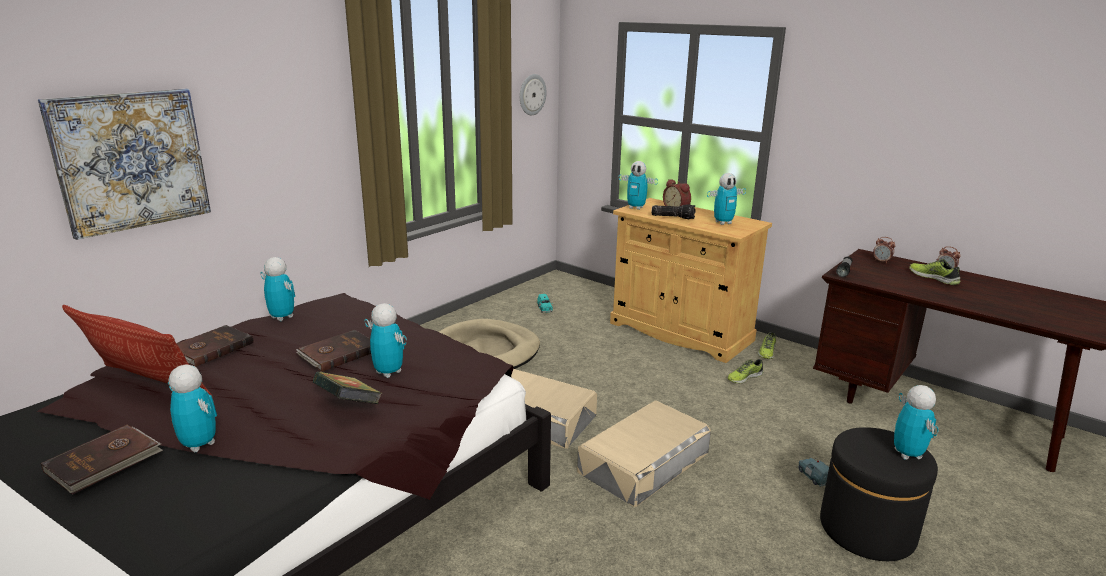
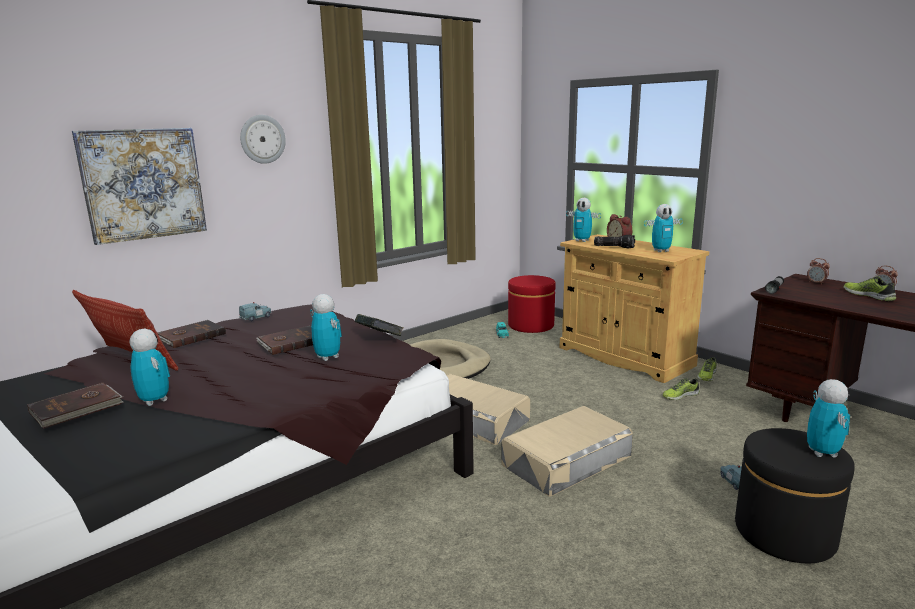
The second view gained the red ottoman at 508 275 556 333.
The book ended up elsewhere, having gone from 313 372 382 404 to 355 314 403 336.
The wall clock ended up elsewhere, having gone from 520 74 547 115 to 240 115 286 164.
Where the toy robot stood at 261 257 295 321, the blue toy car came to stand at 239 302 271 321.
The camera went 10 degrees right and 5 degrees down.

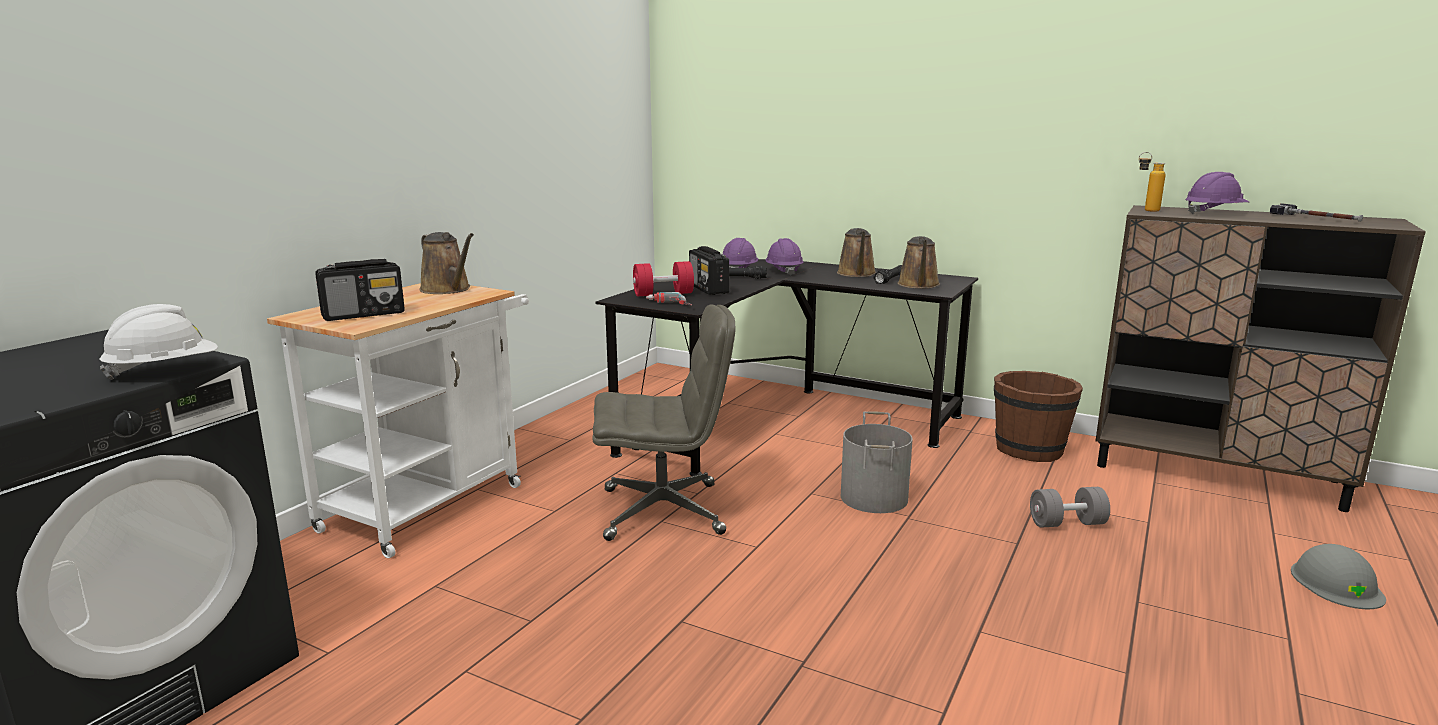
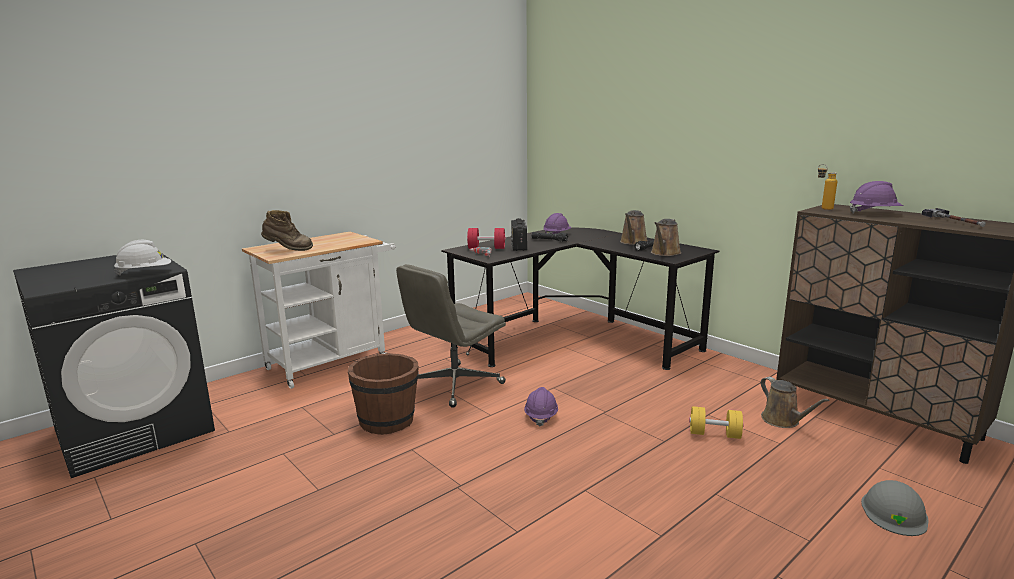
The second view lost the grey bucket at 841 411 913 513.
The brown watering can ended up elsewhere, having gone from 419 232 474 294 to 761 377 830 428.
The purple hard hat ended up elsewhere, having gone from 765 238 803 276 to 524 387 558 426.
The brown bucket ended up elsewhere, having gone from 994 371 1083 462 to 348 353 419 435.
Where the radio stood at 315 259 405 321, the brown boot came to stand at 261 210 313 251.
What was the grey dumbbell at 1030 487 1110 528 turned into the yellow dumbbell at 689 406 743 439.
The grey office chair at 592 304 735 541 ended up facing another way, 120 degrees clockwise from before.
The camera went 20 degrees right and 0 degrees up.

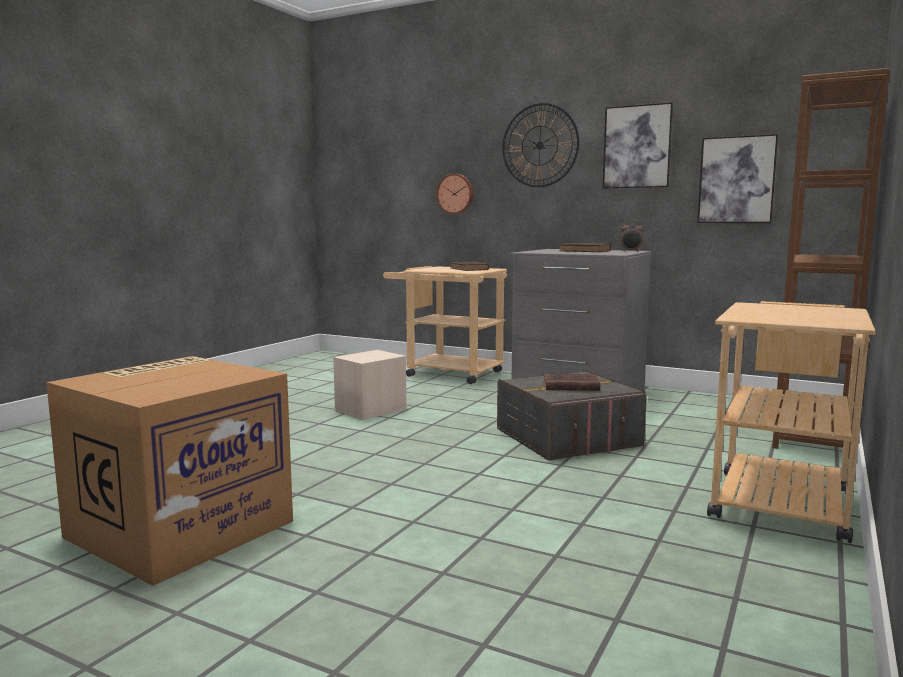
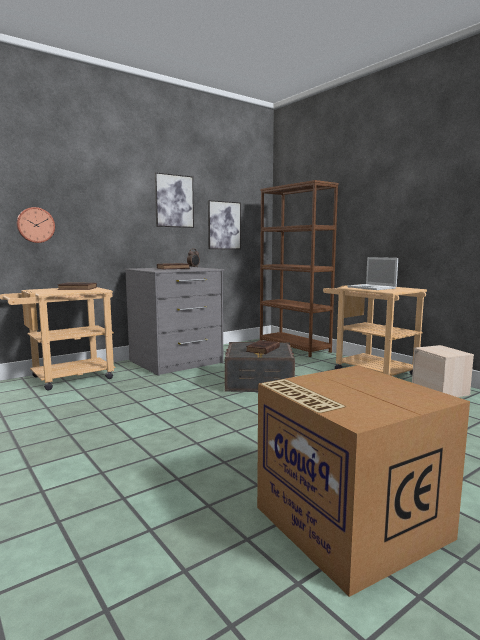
The second view lost the wall clock at 502 103 579 187.
The second view gained the laptop at 347 257 398 290.
The beige storage box ended up elsewhere, having gone from 333 350 407 420 to 412 345 474 397.
The camera went 65 degrees left and 0 degrees up.

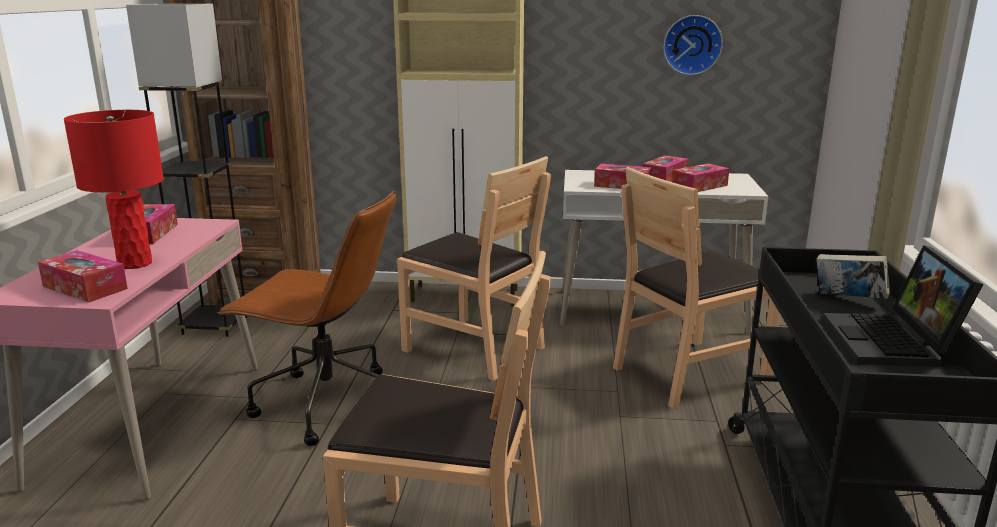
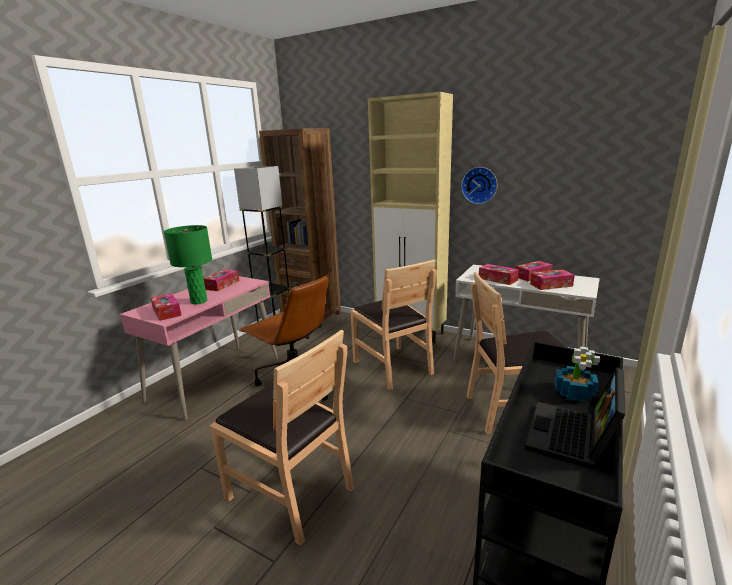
The wall clock ended up elsewhere, having gone from 663 15 723 75 to 461 167 497 204.
Where the book stood at 816 254 890 299, the potted plant came to stand at 555 346 600 402.
What was the red table lamp at 64 110 164 269 turned into the green table lamp at 164 225 212 304.
The camera went 25 degrees right and 0 degrees up.

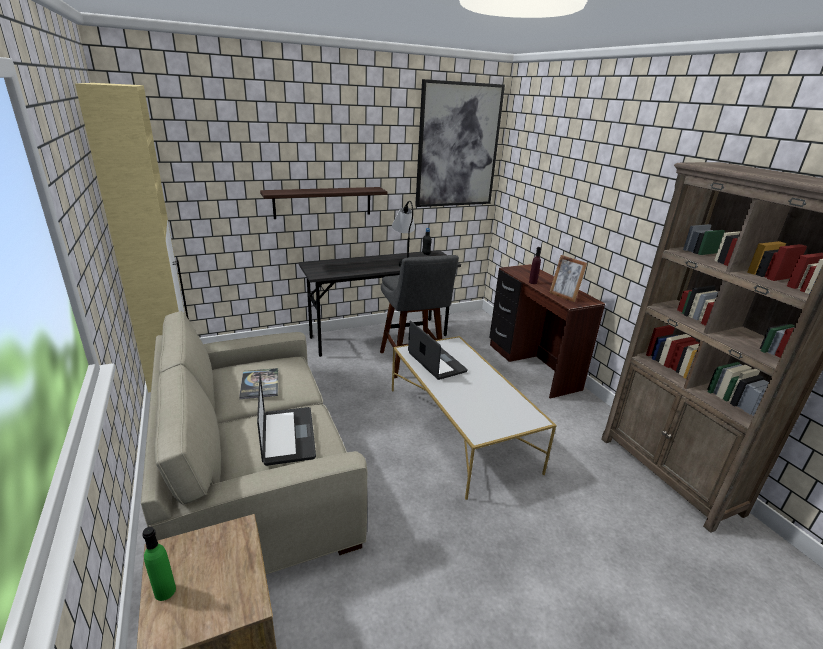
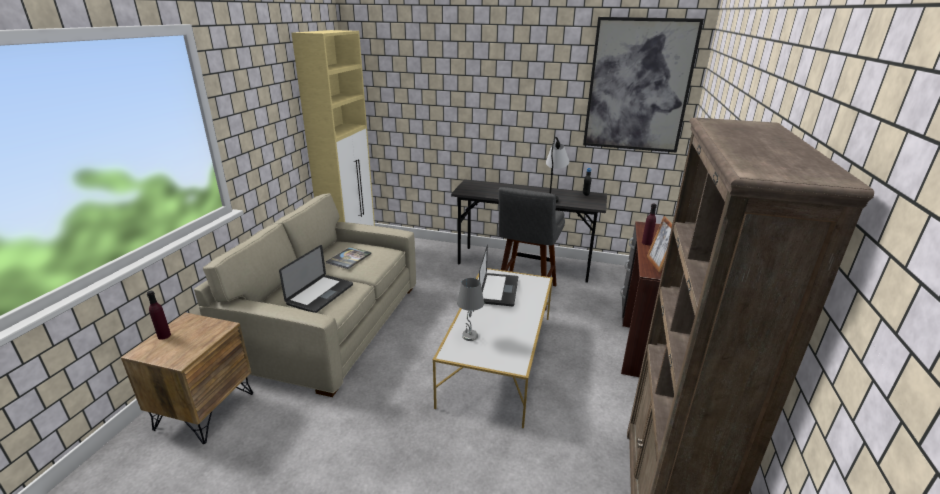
The second view lost the shelf at 260 187 388 219.
The second view gained the grey table lamp at 457 278 484 341.
What was the green bottle at 142 527 176 601 turned into the purple bottle at 147 291 171 340.
The camera went 40 degrees right and 0 degrees up.

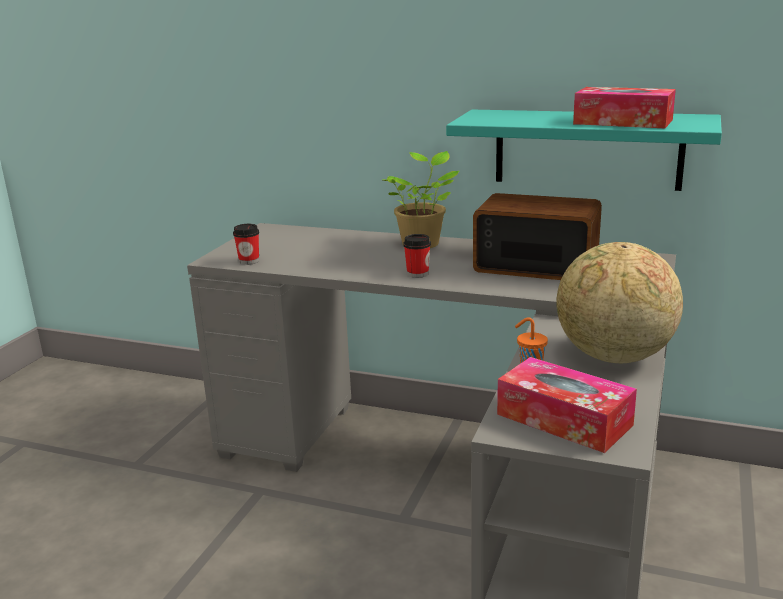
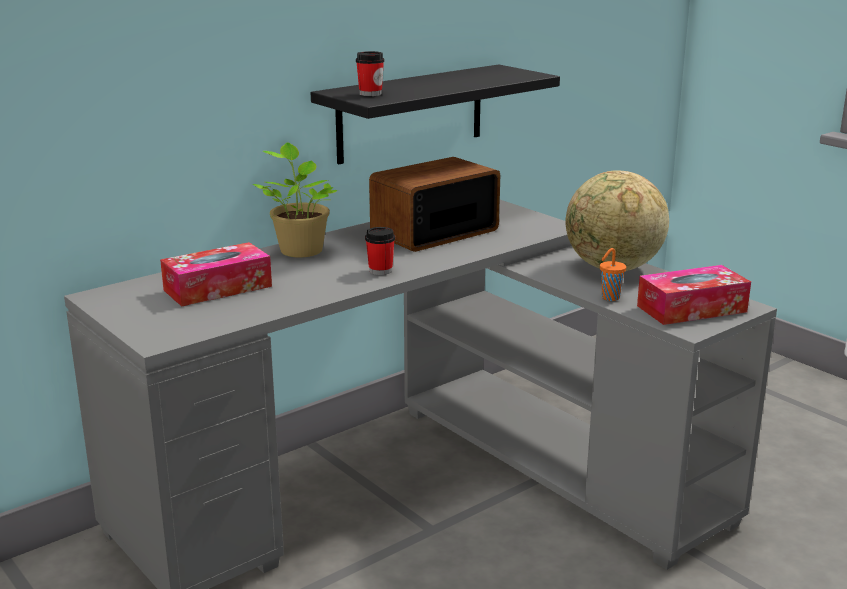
The cup ended up elsewhere, having gone from 233 224 259 265 to 356 51 384 96.
The tissue box ended up elsewhere, having gone from 573 87 676 128 to 160 242 272 307.
What was the turquoise shelf at 446 110 722 191 turned into the black shelf at 311 64 560 164.
The camera went 60 degrees left and 0 degrees up.

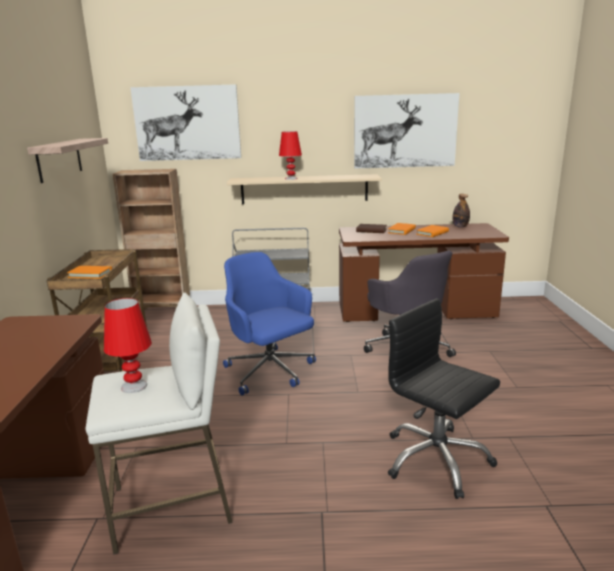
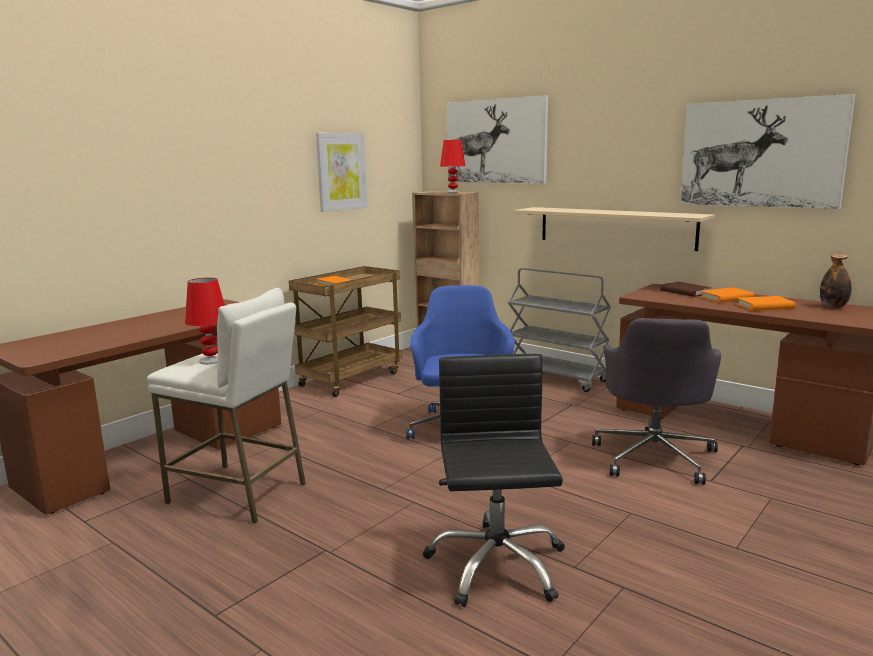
The red table lamp ended up elsewhere, having gone from 279 131 302 180 to 440 140 465 193.
Where the shelf hung at 27 138 108 183, the picture came to hang at 316 133 367 212.
The camera went 40 degrees right and 5 degrees down.

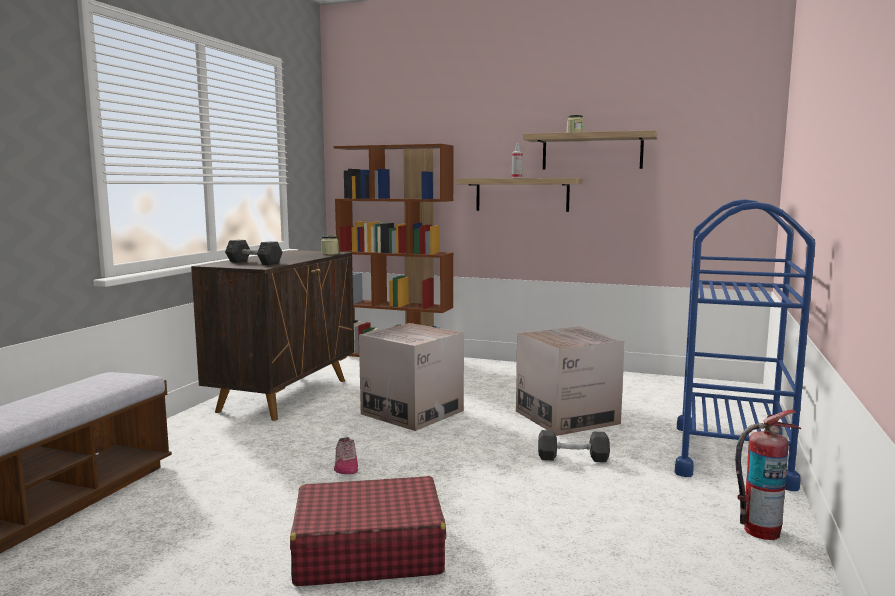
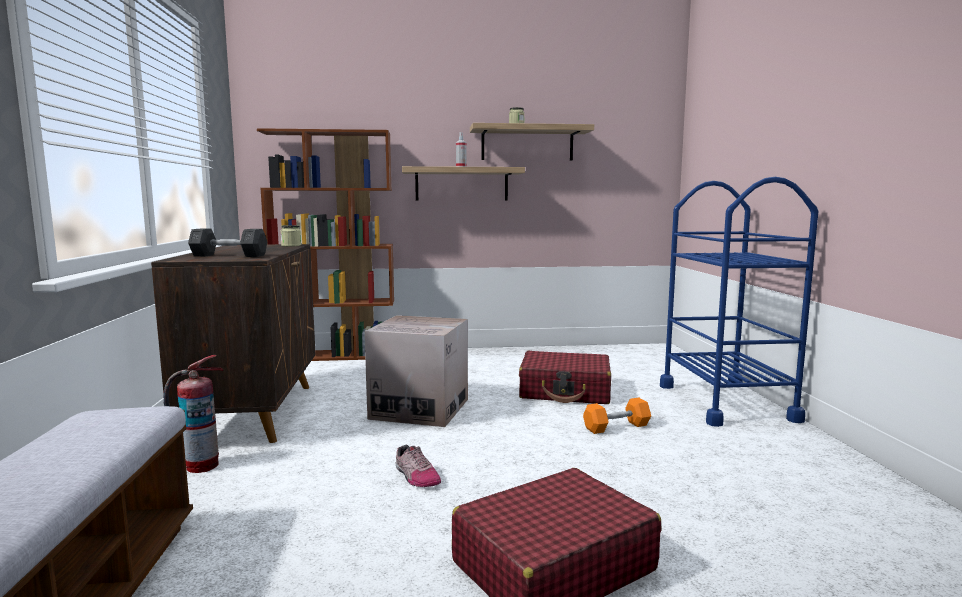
The fire extinguisher ended up elsewhere, having gone from 735 410 801 540 to 163 355 224 473.
Where the cardboard box stood at 516 326 625 436, the red suitcase came to stand at 519 351 611 404.
What was the grey dumbbell at 538 430 610 462 turned into the orange dumbbell at 583 398 651 434.
The camera went 25 degrees left and 0 degrees up.

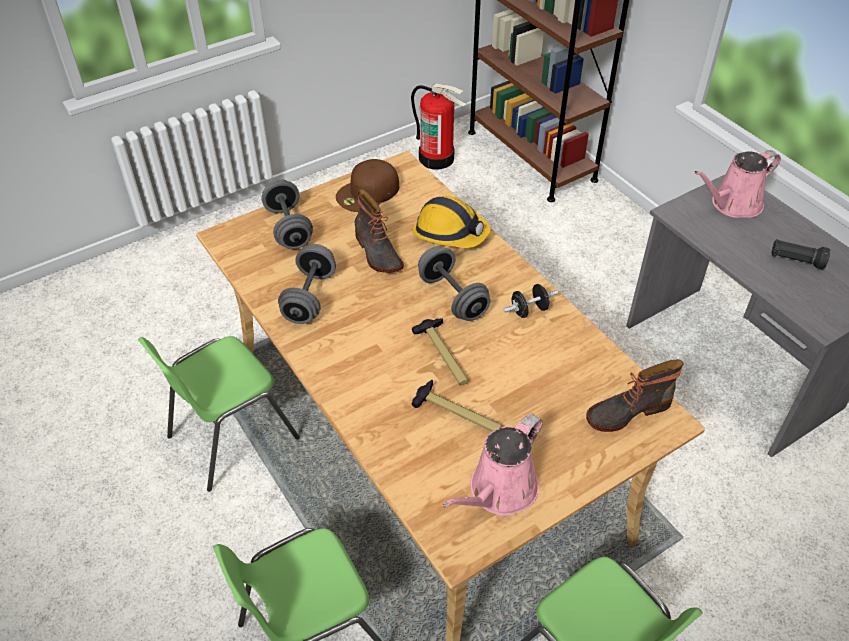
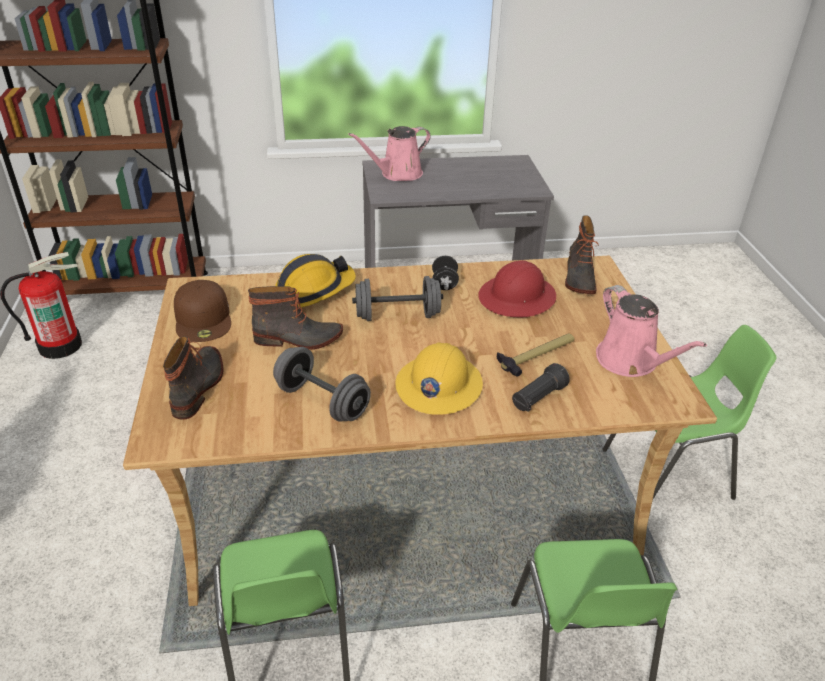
The second view lost the hammer at 412 319 469 385.
The second view gained the yellow hard hat at 395 343 483 415.
The second view gained the red hard hat at 478 260 556 317.
The black flashlight ended up elsewhere, having gone from 772 239 830 269 to 512 363 570 412.
Where the grey dumbbell stood at 261 179 313 249, the boot came to stand at 163 336 223 419.
The pink watering can at 694 150 781 218 ended up facing another way, 60 degrees clockwise from before.
The camera went 65 degrees left and 10 degrees down.

